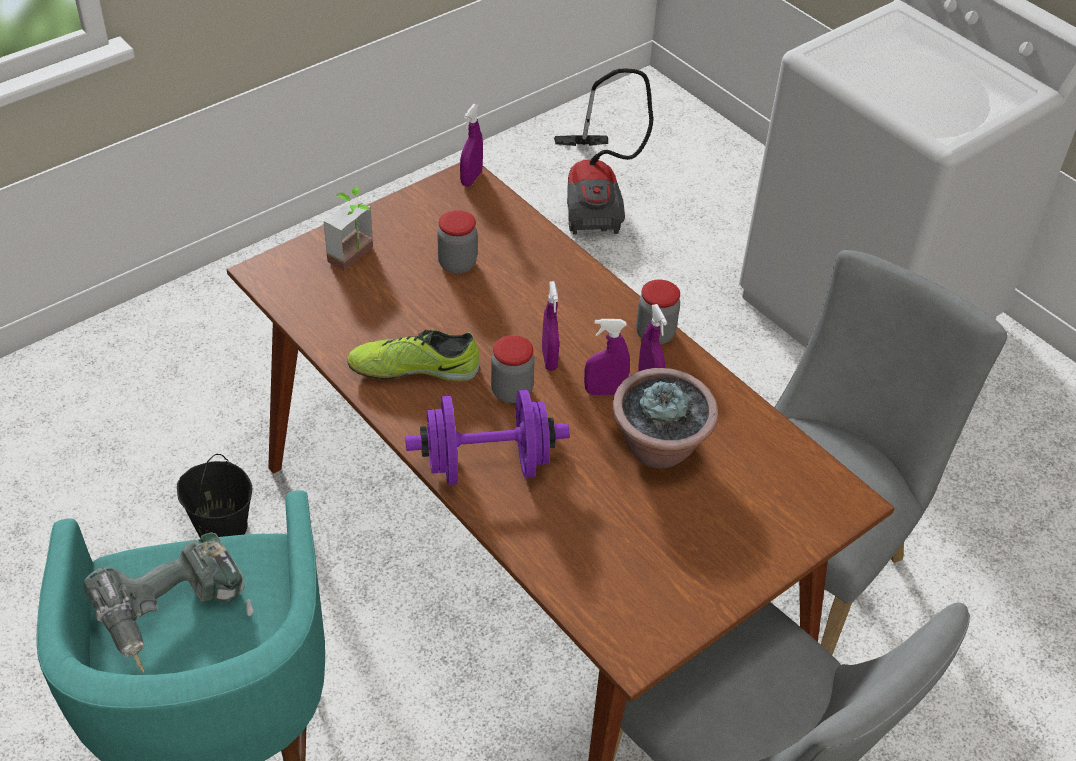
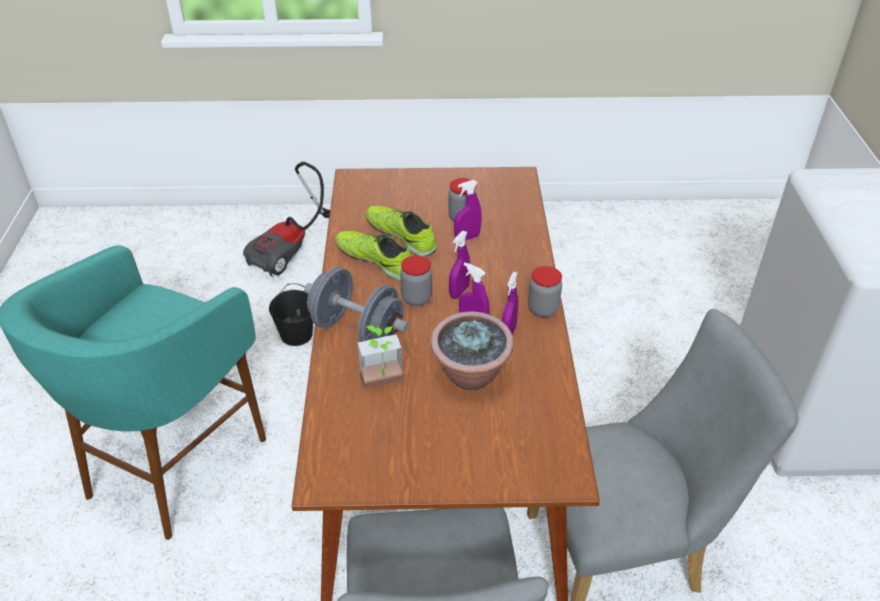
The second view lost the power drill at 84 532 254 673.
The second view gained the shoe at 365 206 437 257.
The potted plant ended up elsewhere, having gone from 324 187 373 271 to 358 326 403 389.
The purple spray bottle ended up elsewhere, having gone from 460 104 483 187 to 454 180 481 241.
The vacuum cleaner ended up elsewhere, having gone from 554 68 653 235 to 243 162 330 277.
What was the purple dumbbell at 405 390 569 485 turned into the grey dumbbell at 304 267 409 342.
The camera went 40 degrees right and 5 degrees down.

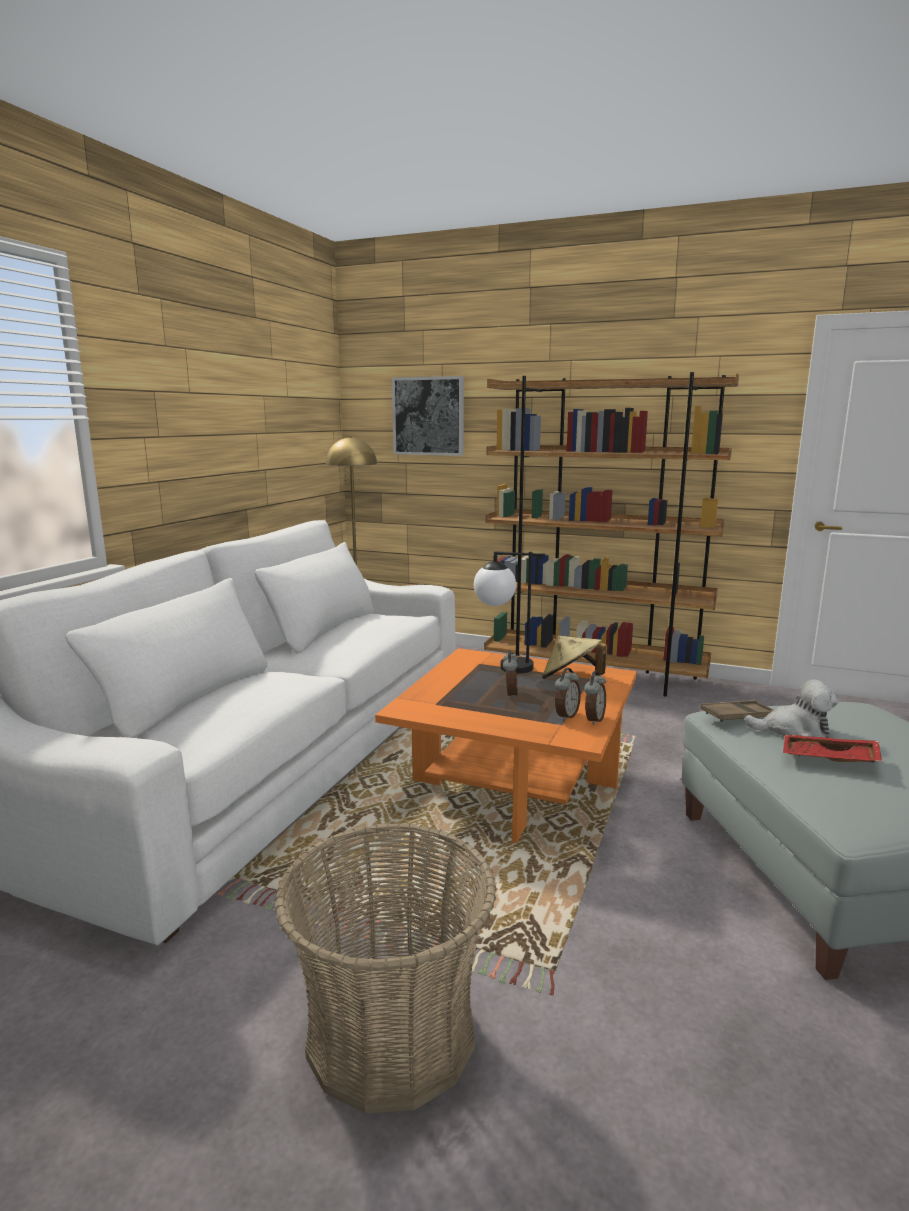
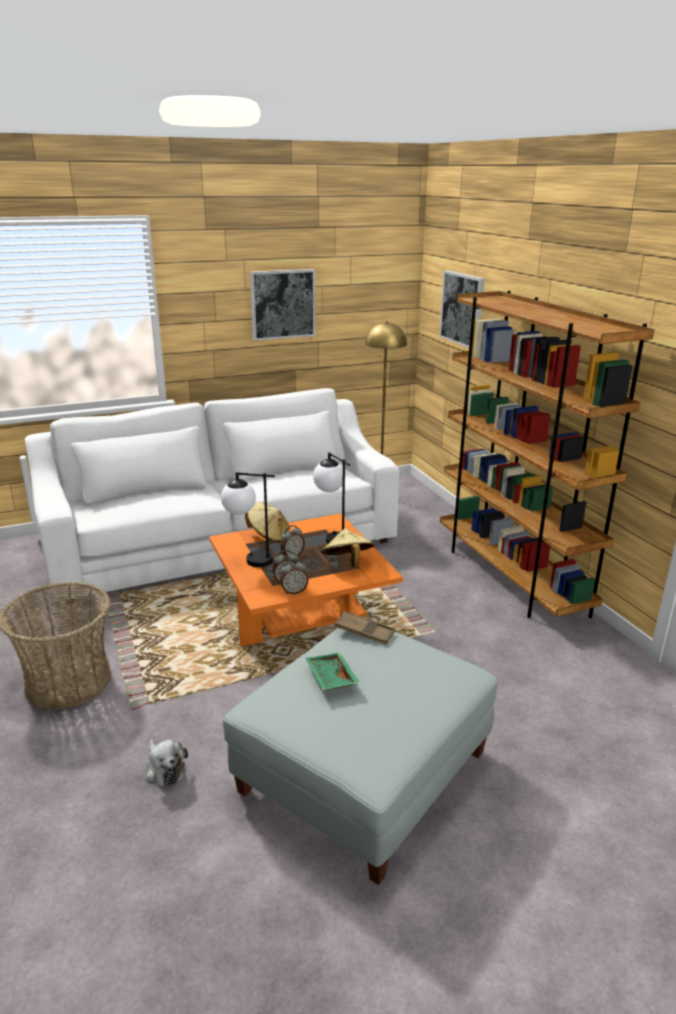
The second view gained the table lamp at 221 472 275 567.
The second view gained the beige hat at 245 502 290 543.
The second view gained the picture at 250 269 316 341.
The plush toy ended up elsewhere, having gone from 745 679 839 738 to 146 740 188 787.
What was the red tray at 783 735 882 762 turned into the green tray at 305 652 360 690.
The camera went 45 degrees right and 10 degrees up.

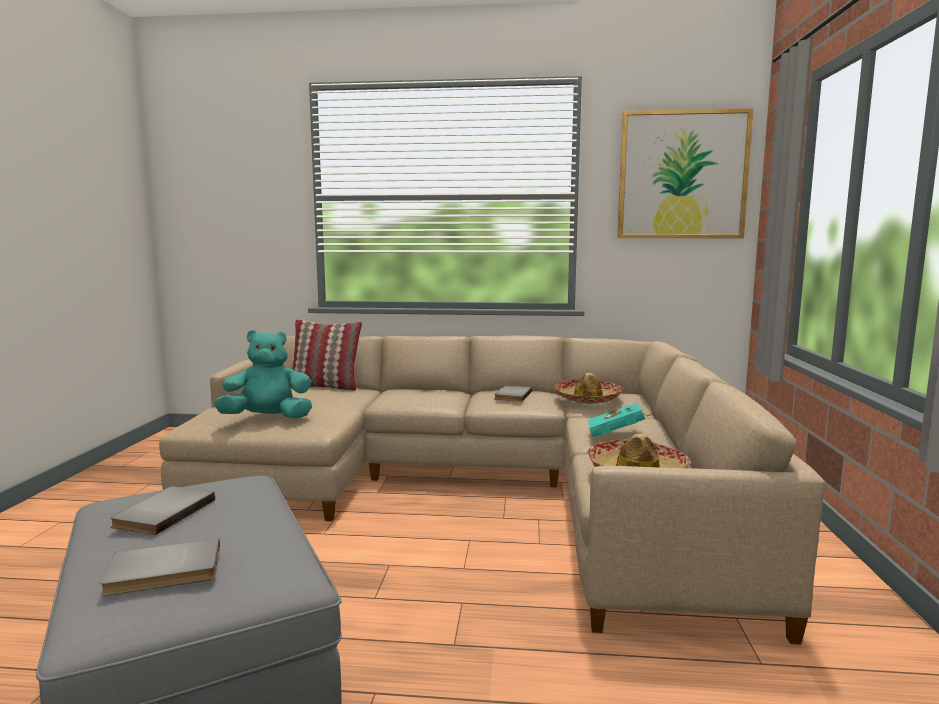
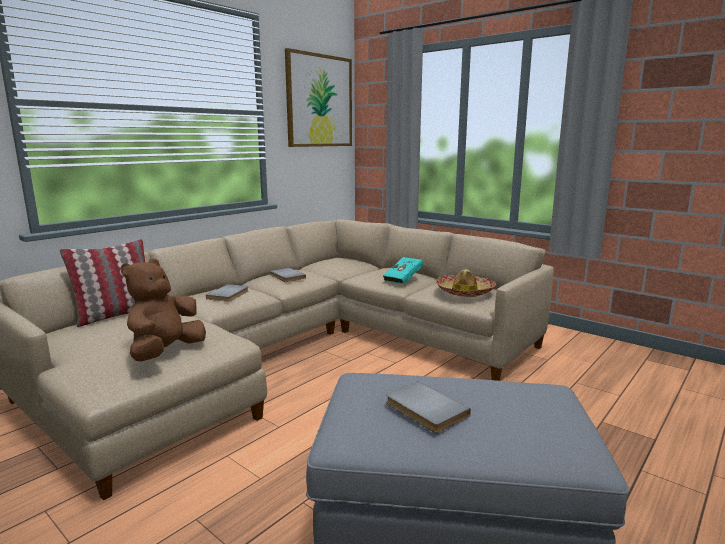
The second view lost the hat at 554 373 623 404.
The grey book ended up elsewhere, having gone from 100 538 220 596 to 206 284 249 302.
What was the turquoise plush toy at 214 330 312 419 turned into the brown plush toy at 121 259 206 361.
The camera went 55 degrees left and 5 degrees up.

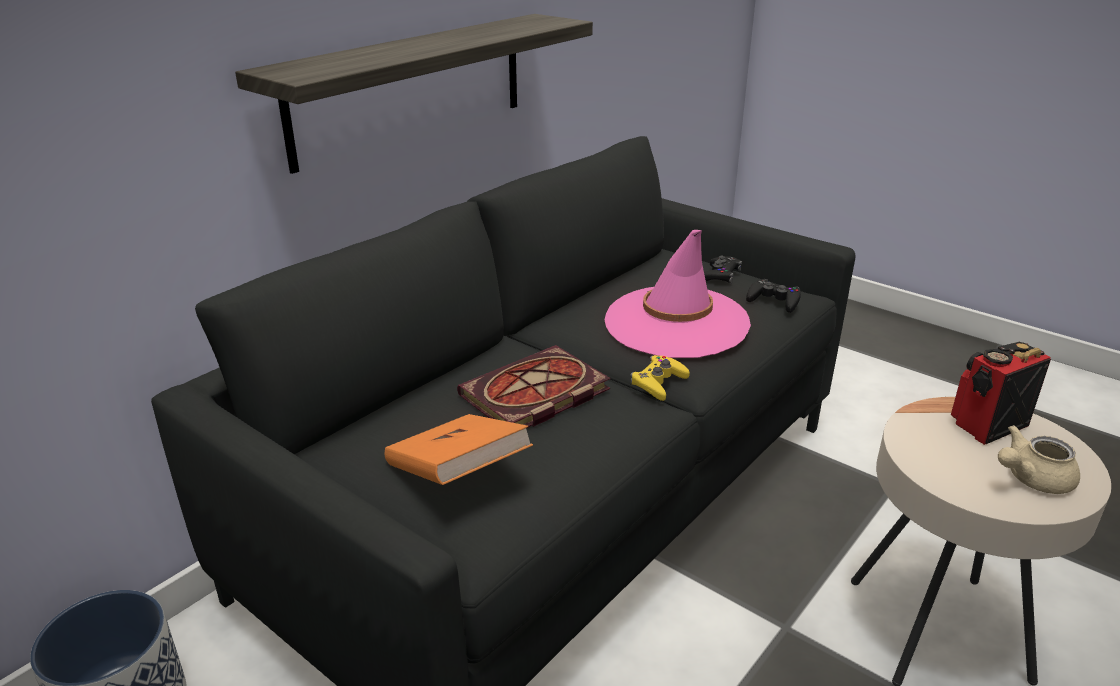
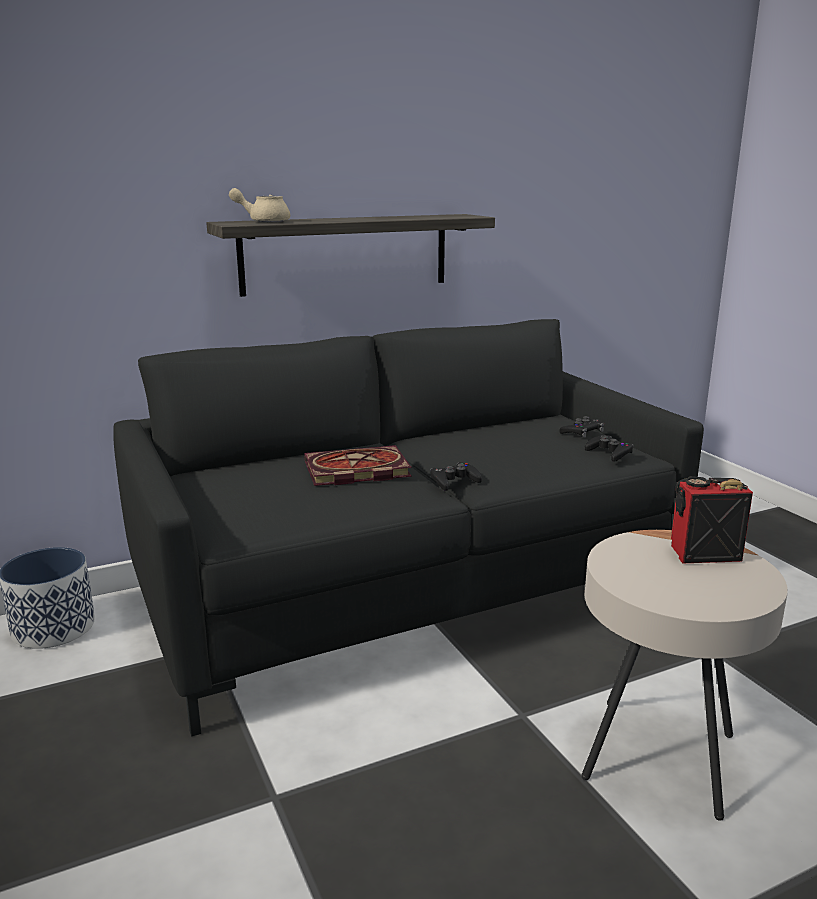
The second view lost the orange book at 385 414 533 485.
The second view lost the pink hat at 604 230 751 358.
The beige teapot ended up elsewhere, having gone from 998 425 1080 494 to 229 188 290 222.
What was the yellow game controller at 630 355 690 401 turned into the black game controller at 430 462 482 491.
The camera went 25 degrees right and 10 degrees down.

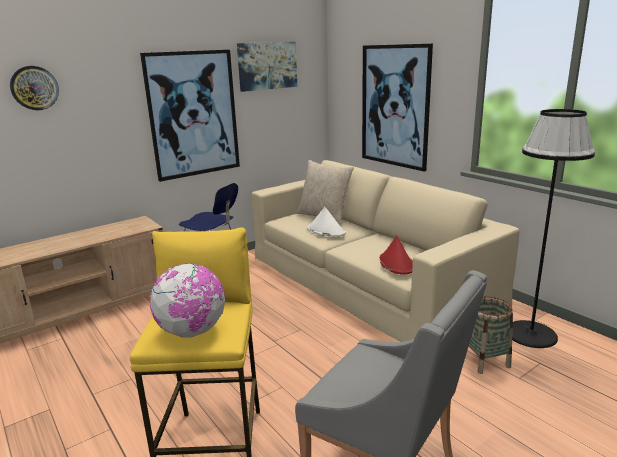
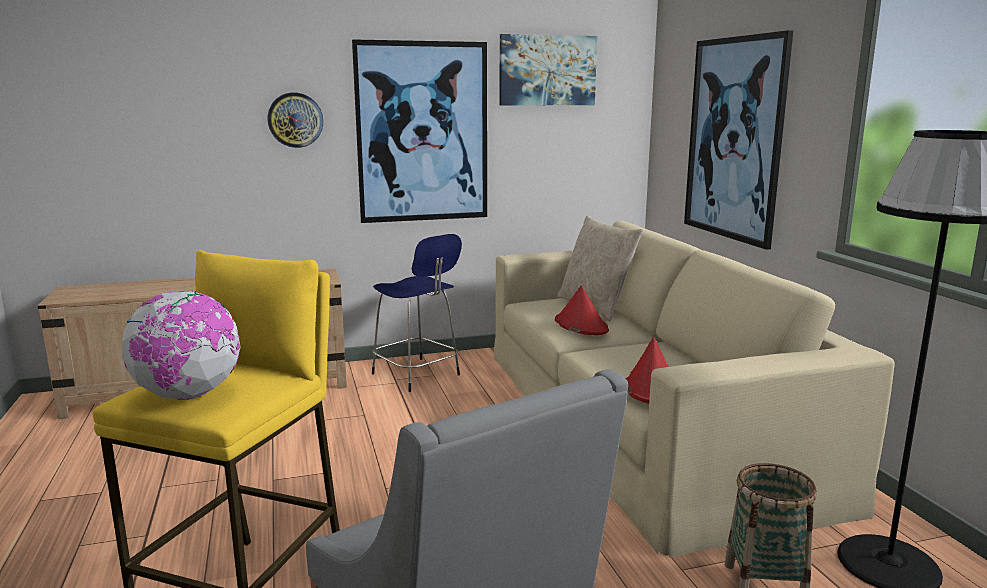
The wall clock ended up elsewhere, having gone from 10 66 59 111 to 267 93 323 148.
What was the white hat at 307 207 346 237 turned into the red hat at 555 286 609 335.
The camera went 20 degrees right and 5 degrees down.

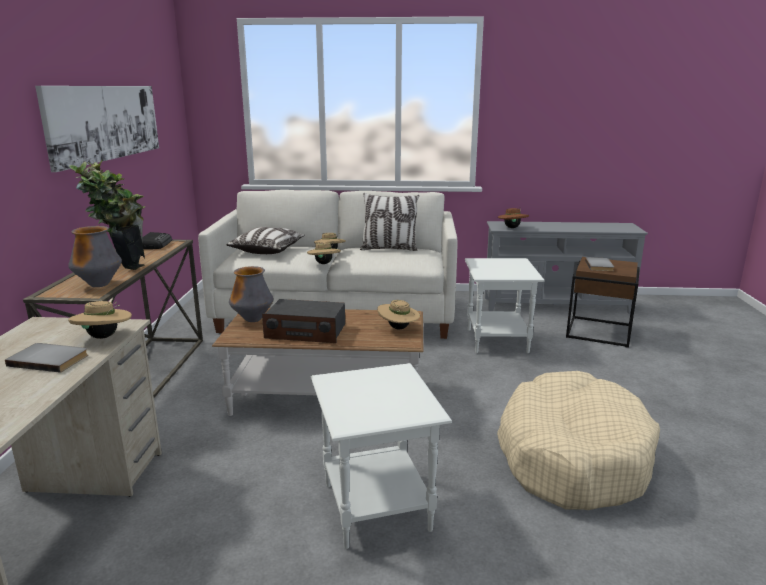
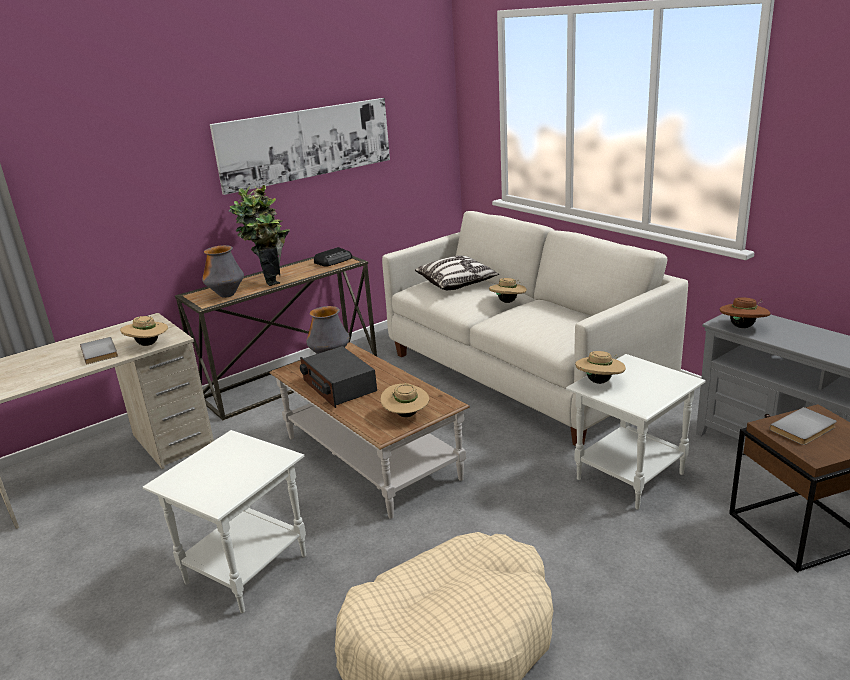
The second view lost the pillow at 360 193 419 251.
The beige hat ended up elsewhere, having gone from 307 242 341 264 to 575 351 626 384.
The camera went 50 degrees right and 5 degrees up.

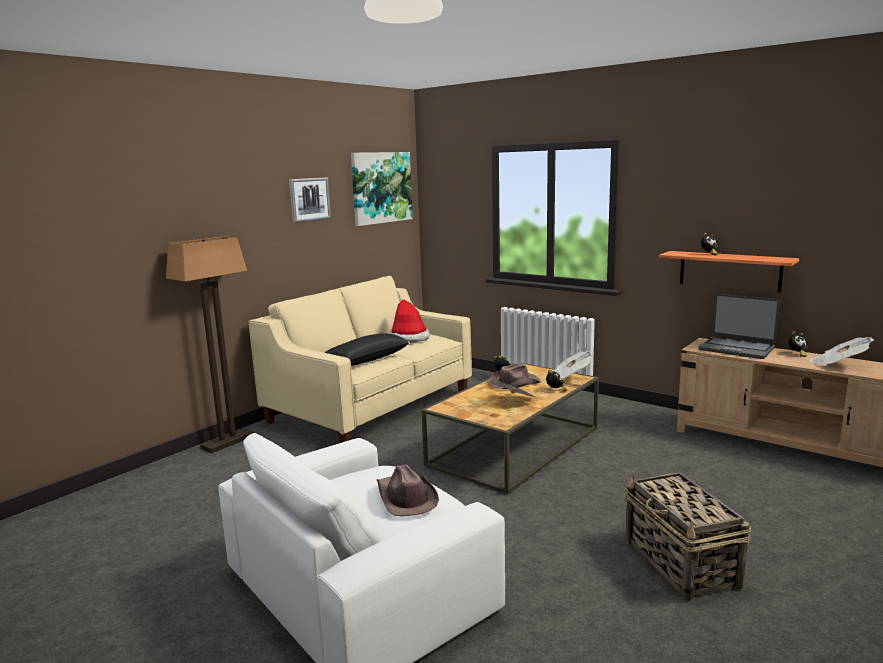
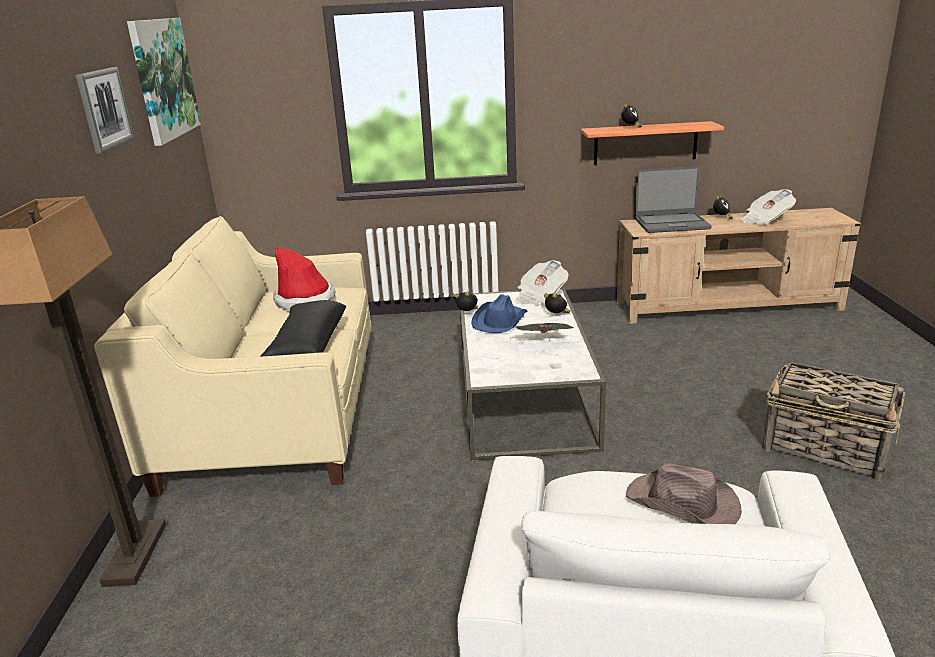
What was the brown coffee table at 422 363 599 494 turned into the white coffee table at 460 288 606 461.
What was the brown hat at 487 363 541 389 turned into the blue hat at 471 294 527 333.
The camera went 40 degrees left and 10 degrees up.

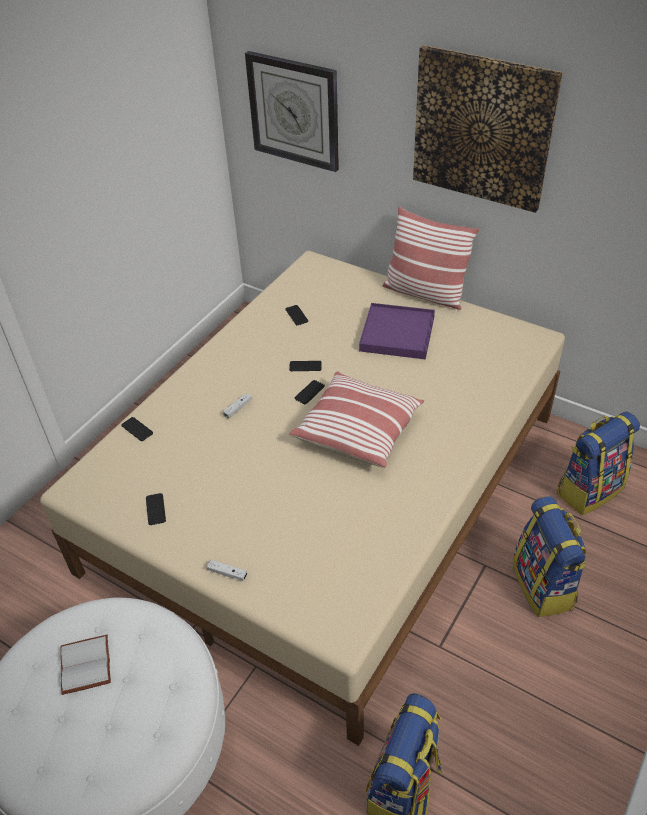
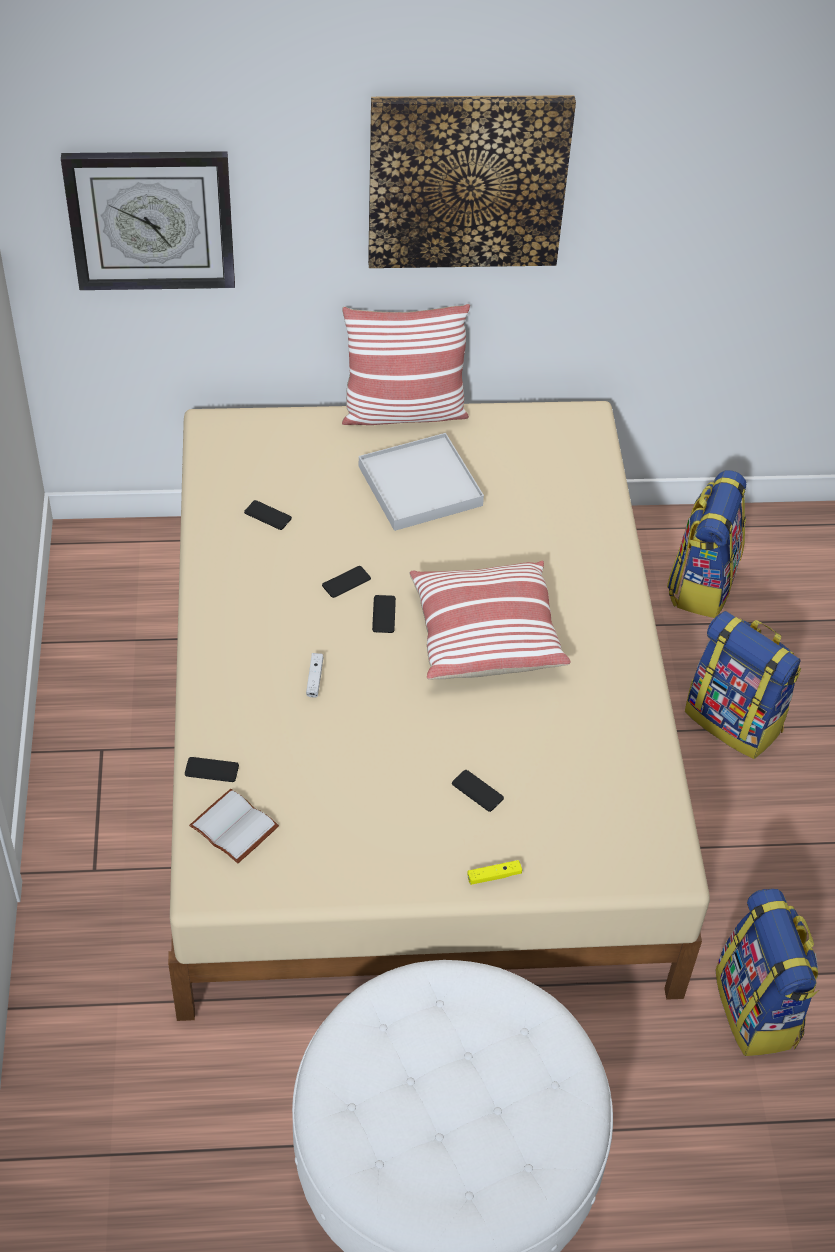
The white book ended up elsewhere, having gone from 60 635 111 695 to 189 789 279 864.
The phone ended up elsewhere, having gone from 146 493 166 525 to 452 770 504 812.
What was the white game controller at 207 560 247 581 turned into the yellow game controller at 468 860 522 885.
What was the purple tray at 359 303 435 359 turned into the white tray at 359 433 484 531.
The camera went 40 degrees left and 5 degrees up.

